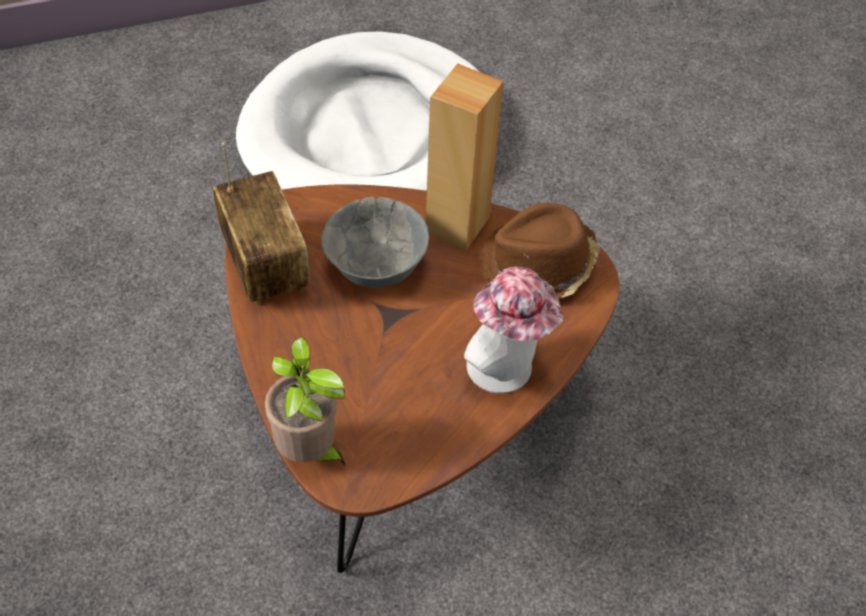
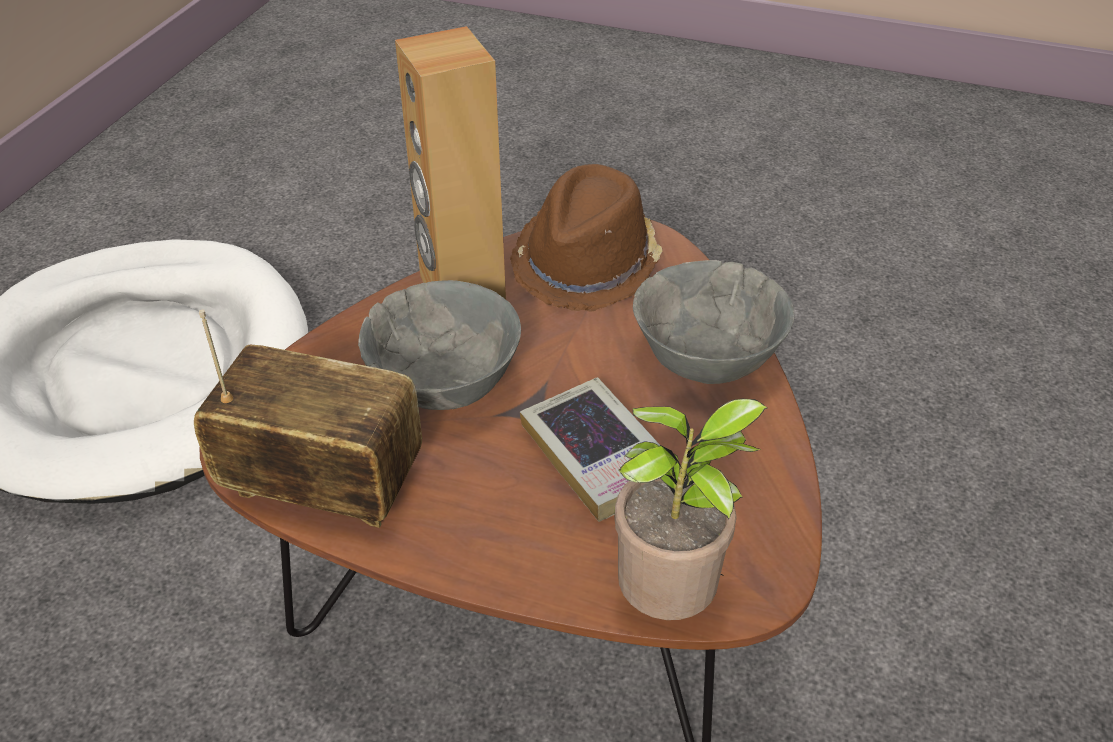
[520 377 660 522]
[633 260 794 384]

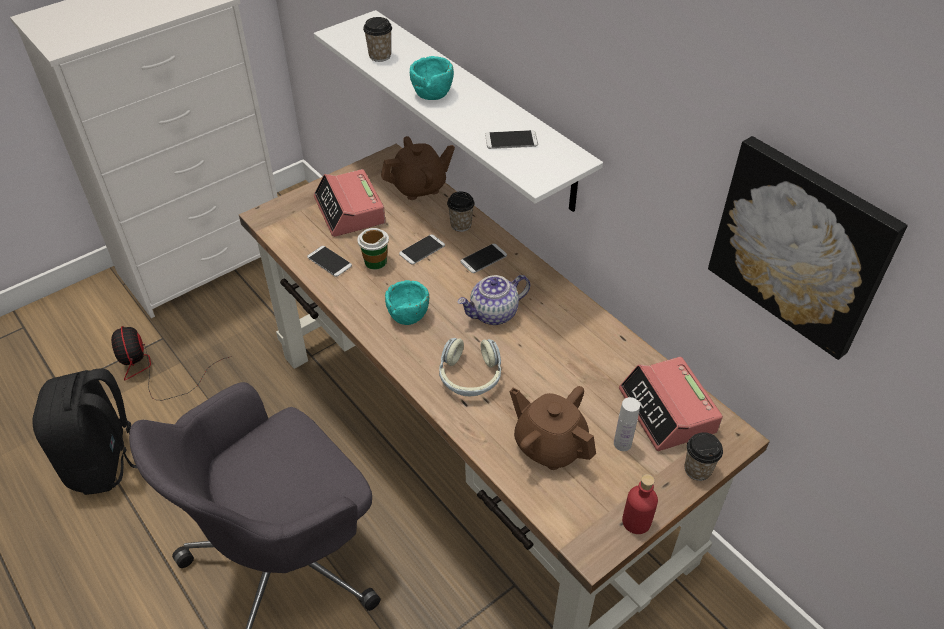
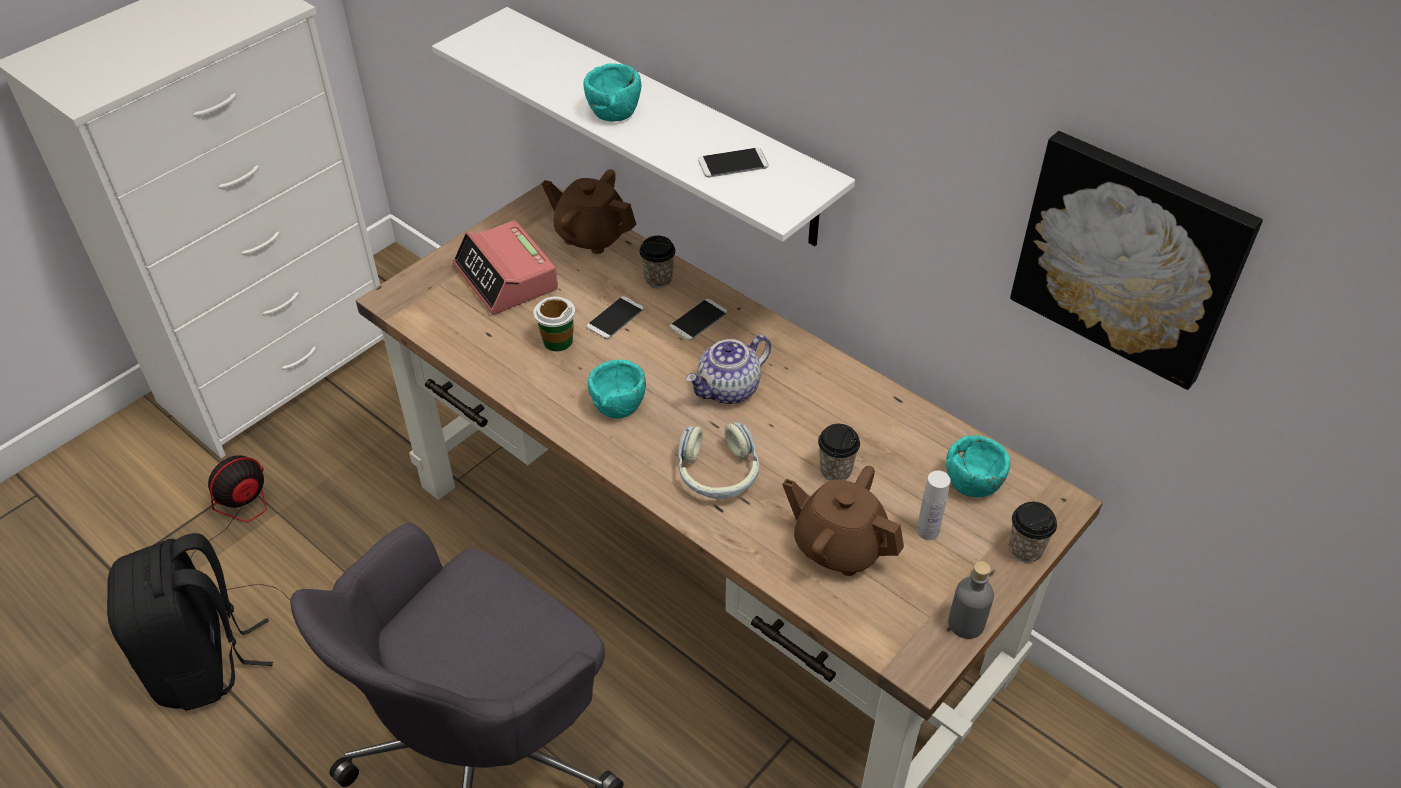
[191 455 290 600]
[541 169 637 254]
[818 424 860 481]
[946 435 1010 498]
[948 561 994 639]
[307 246 352 277] (first image)

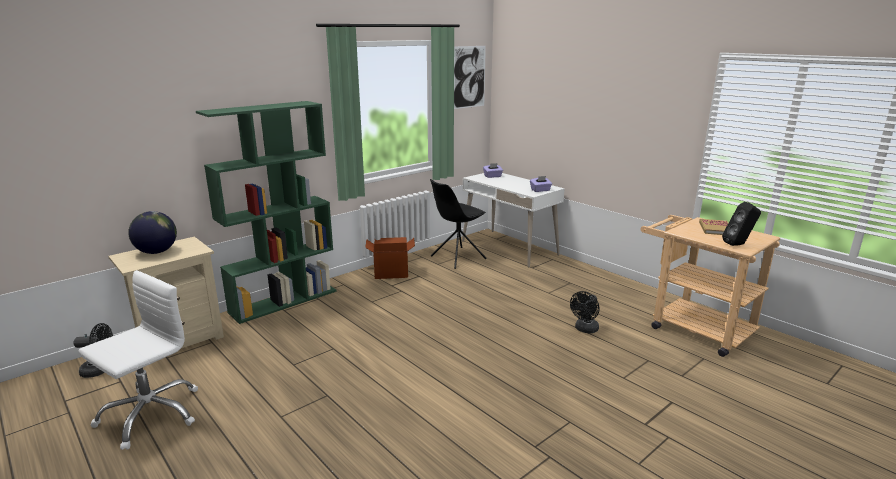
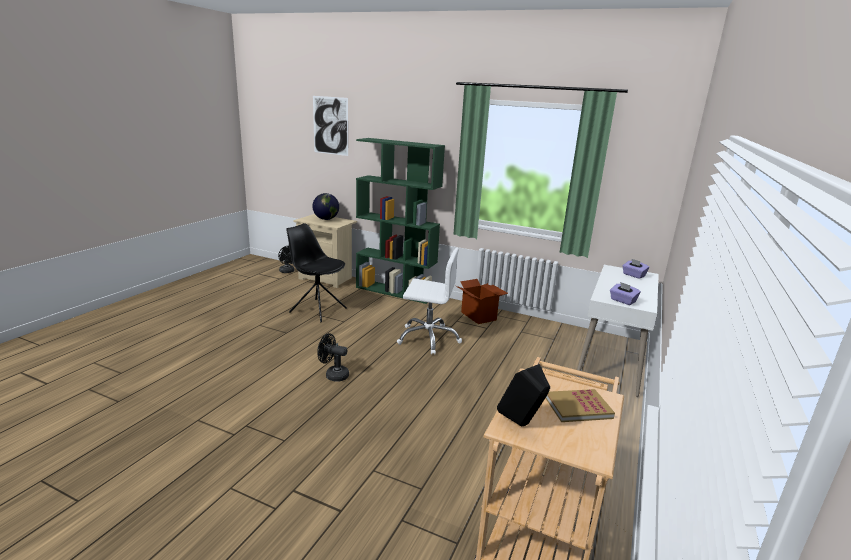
[287 223 347 322]
[313 96 348 156]
[318 333 349 382]
[397 248 462 355]

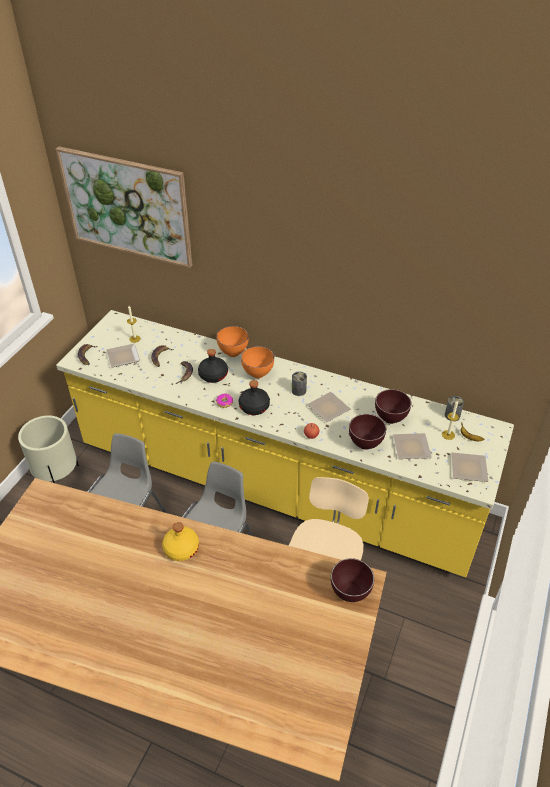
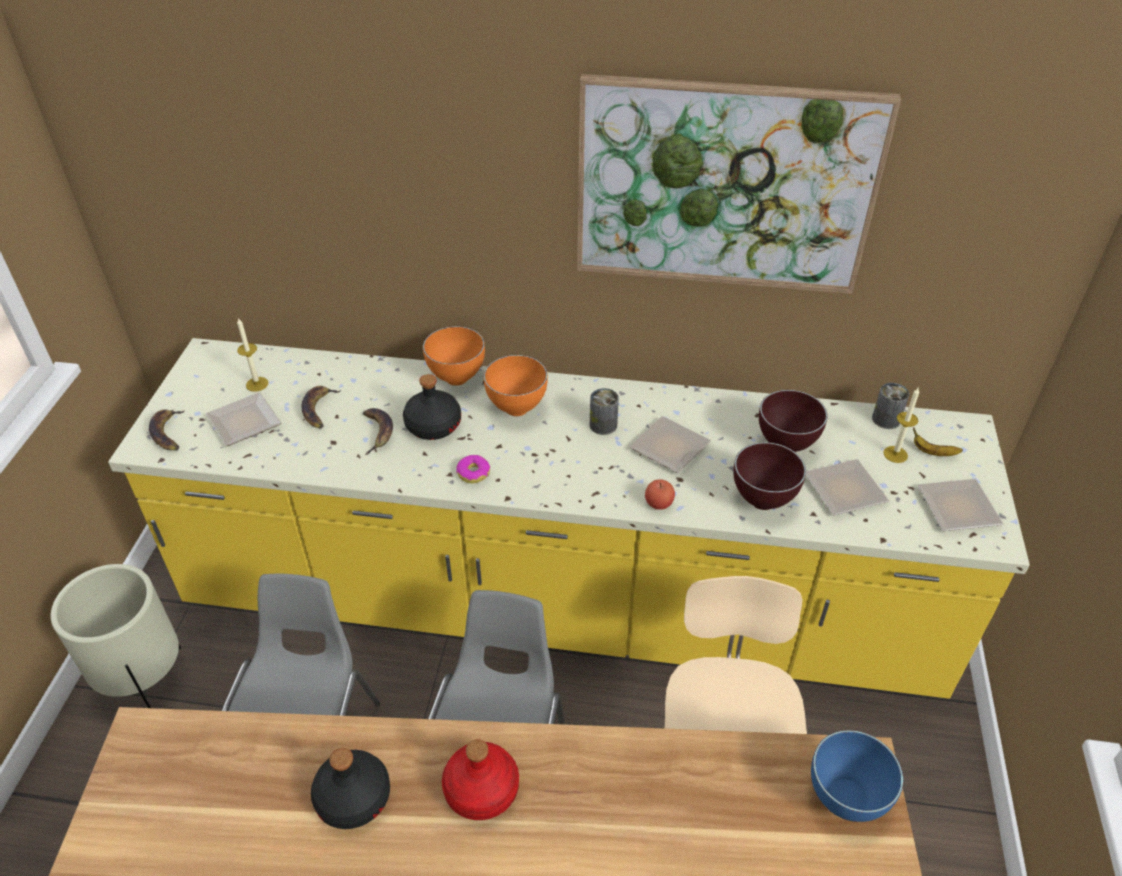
[311 748 390 829]
[442 739 519 820]
[577 74 901 294]
[811 730 903 822]

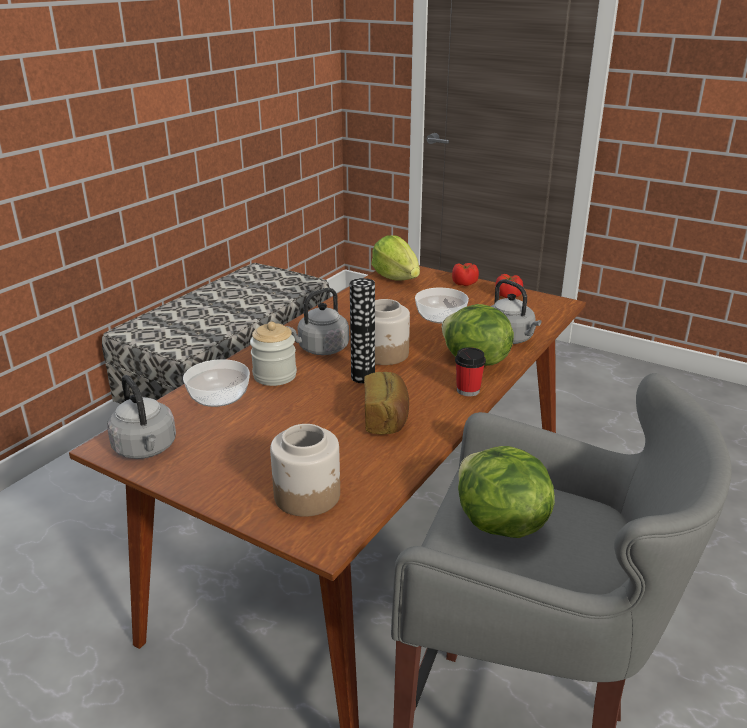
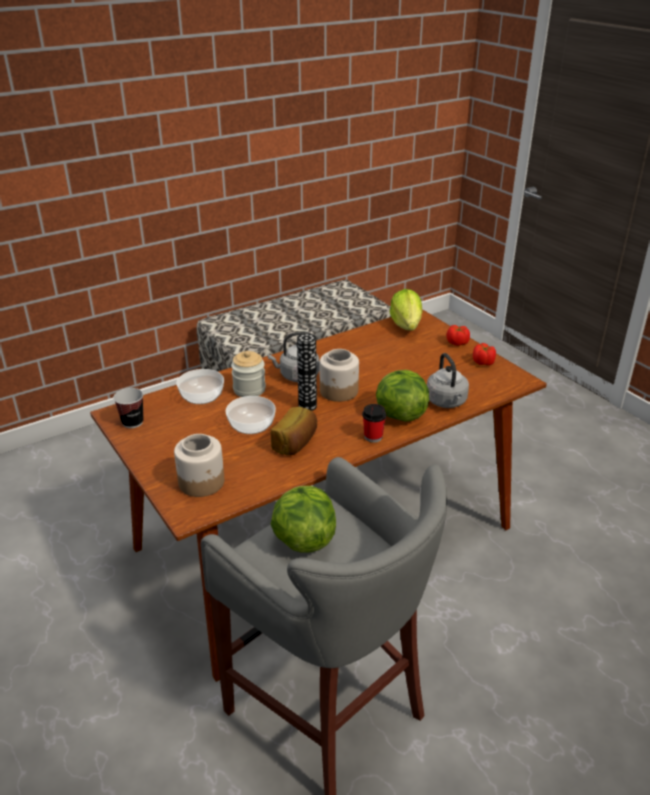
[113 388 143 428]
[225 396 276 434]

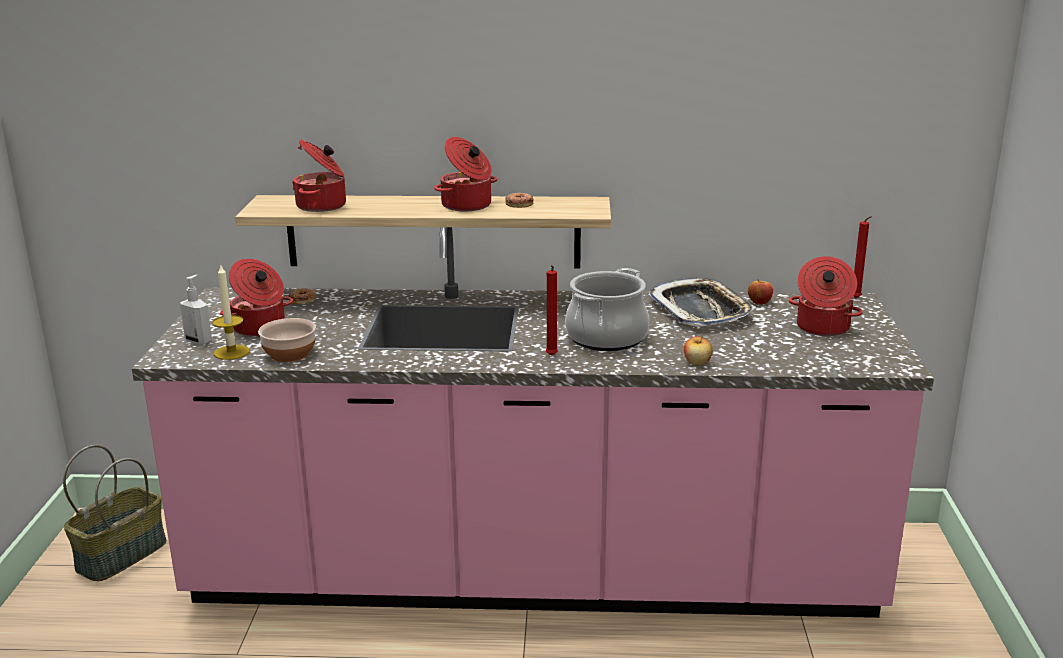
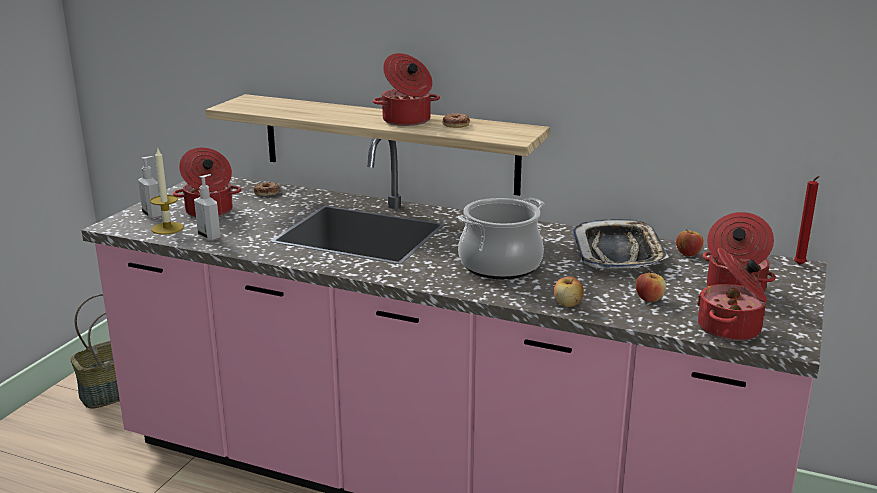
[194 174 221 241]
[636 270 666 302]
[697 248 767 341]
[546 265 558 356] (first image)

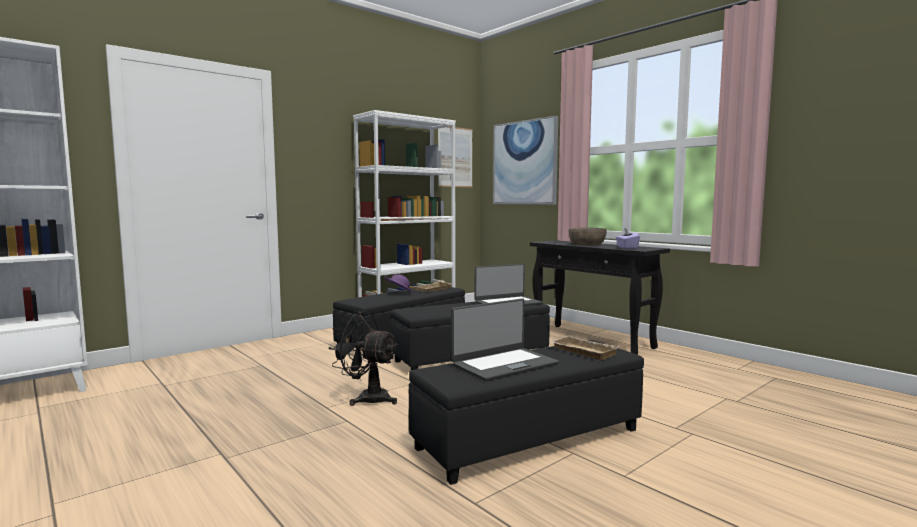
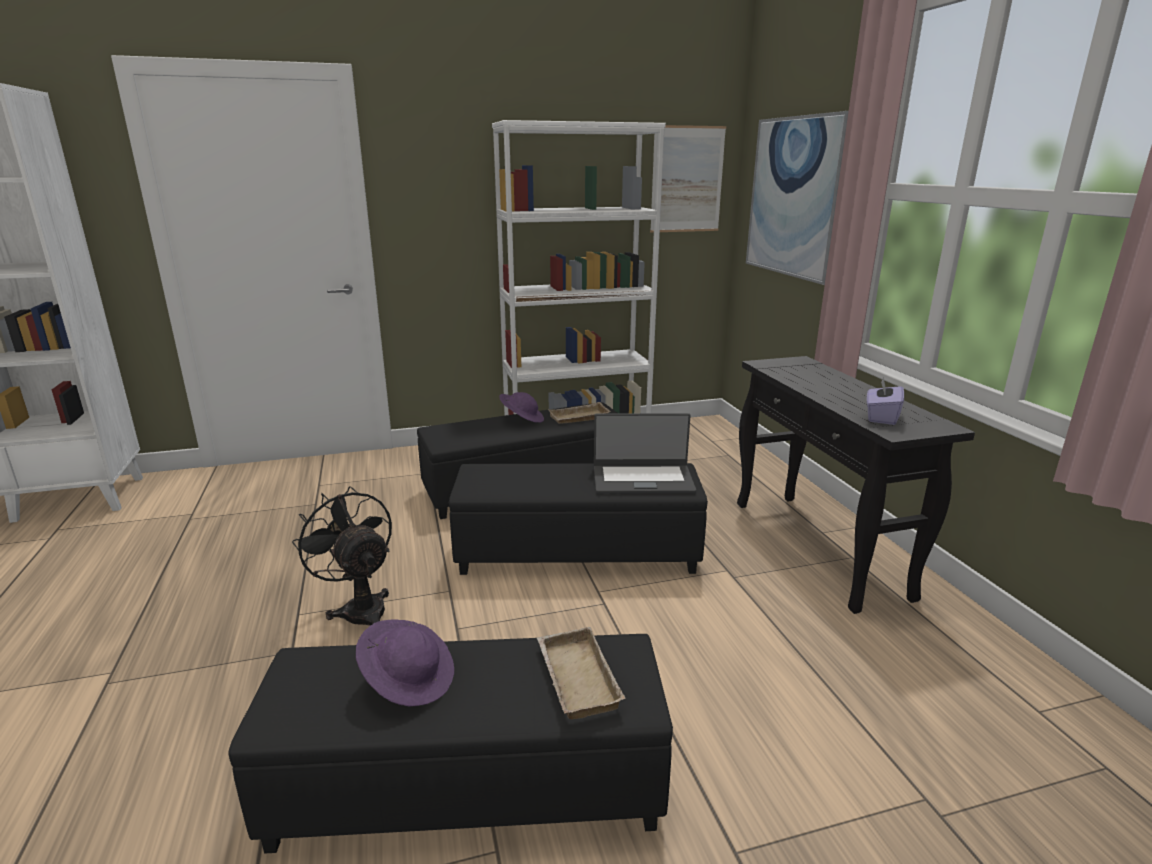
[356 619 454 706]
[569 227 607 245] (first image)

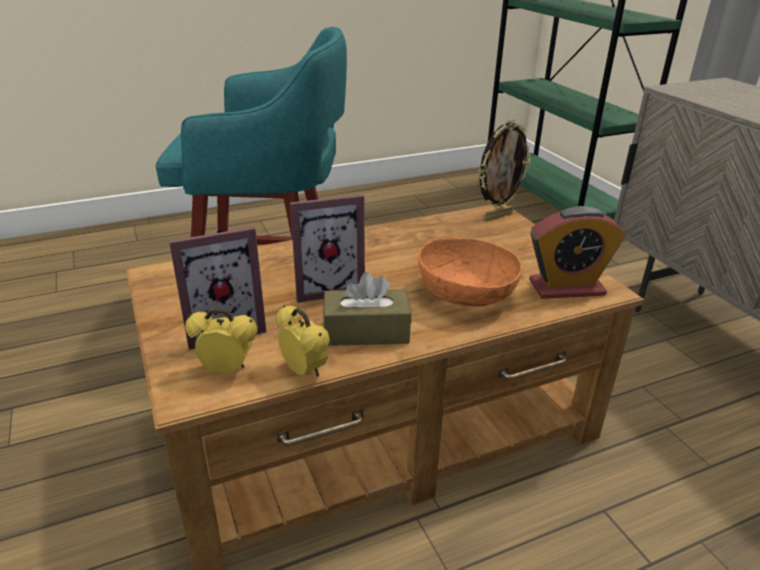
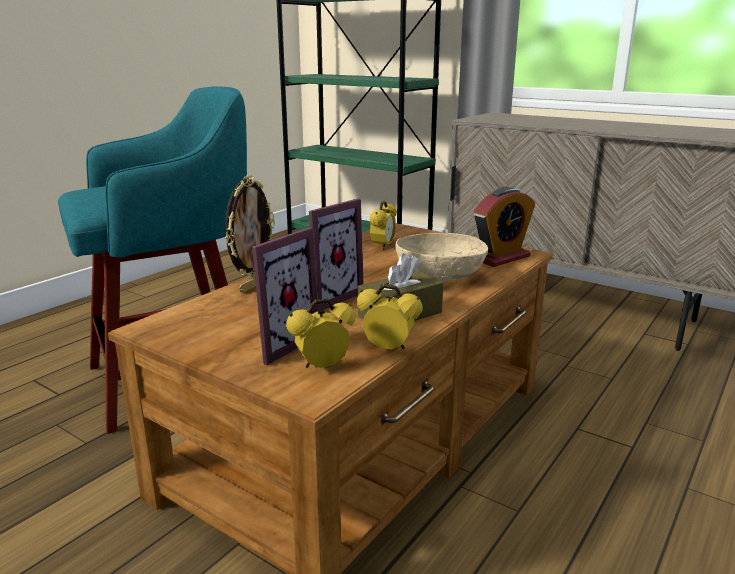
[225 175 275 293]
[370 200 397 250]
[395 233 488 282]

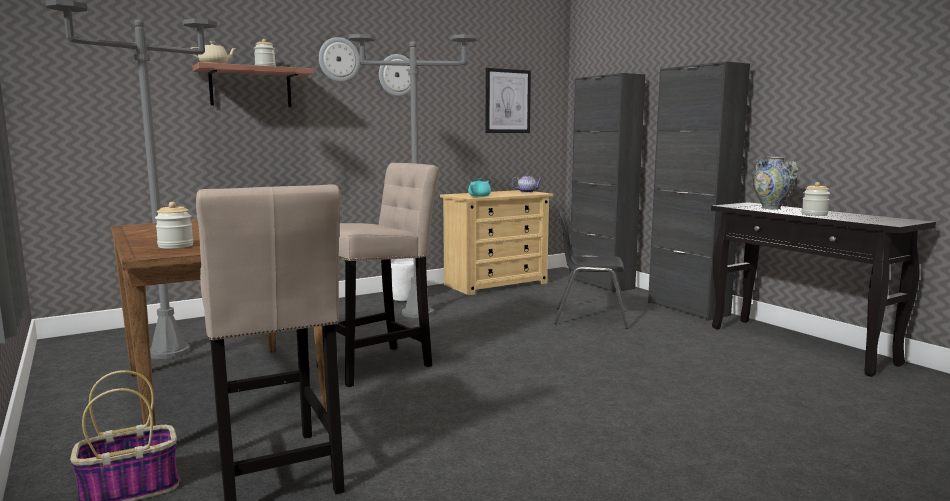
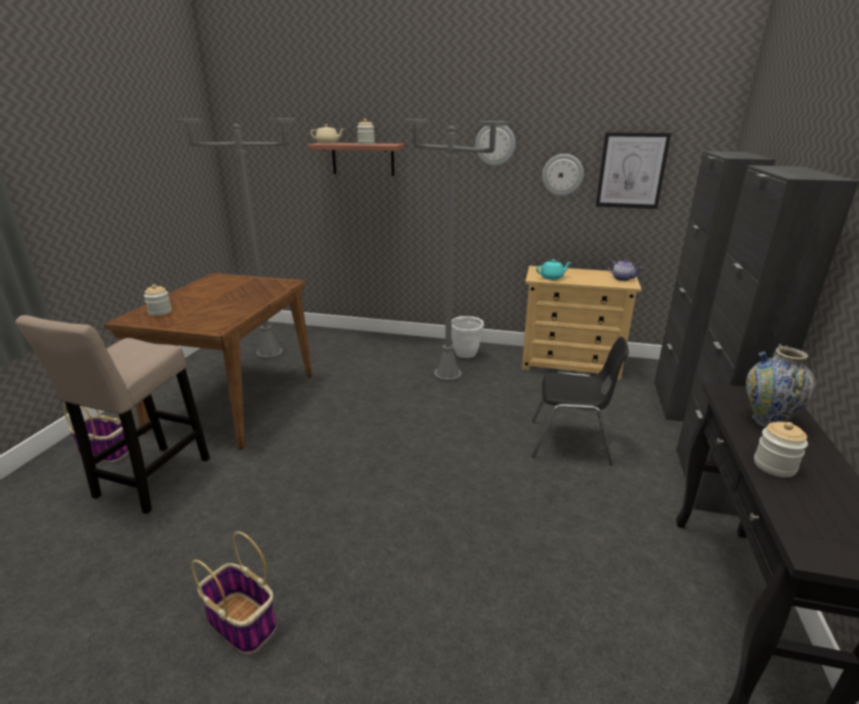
[191 531 277 654]
[531 337 629 465]
[542 154 584 196]
[317 163 439 387] (first image)

